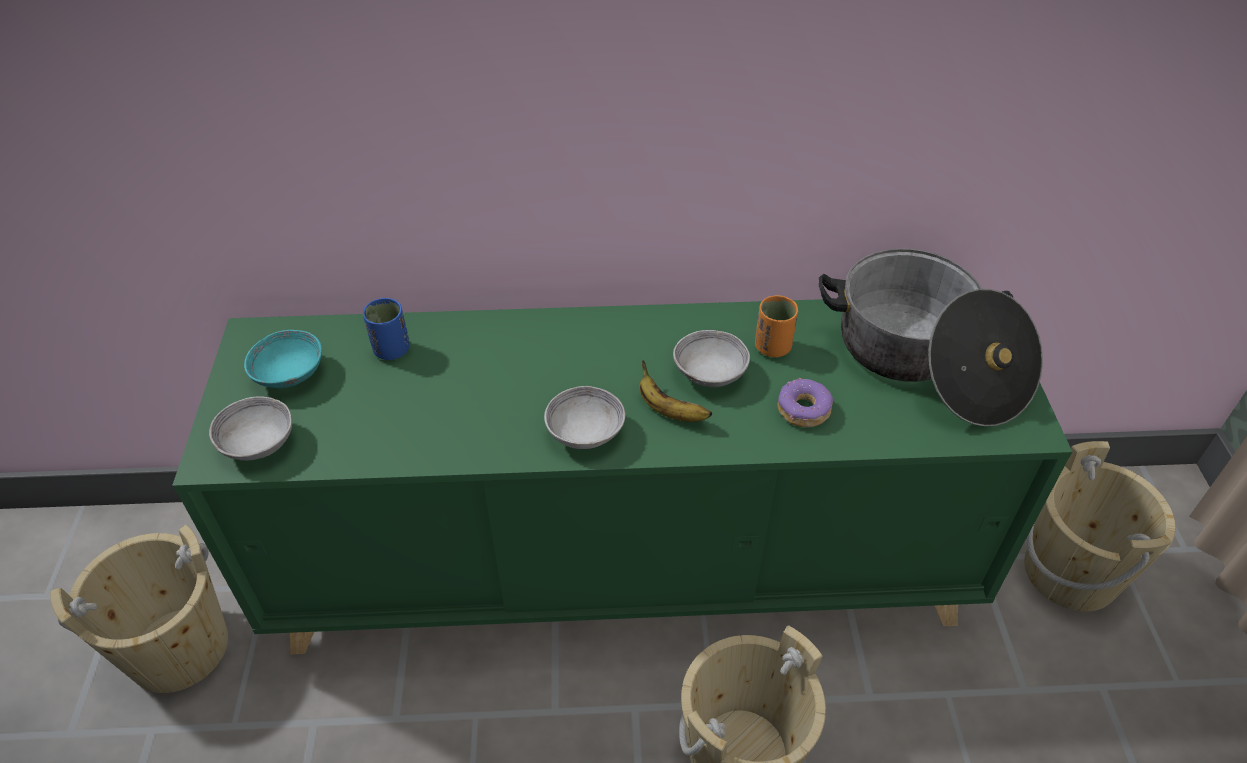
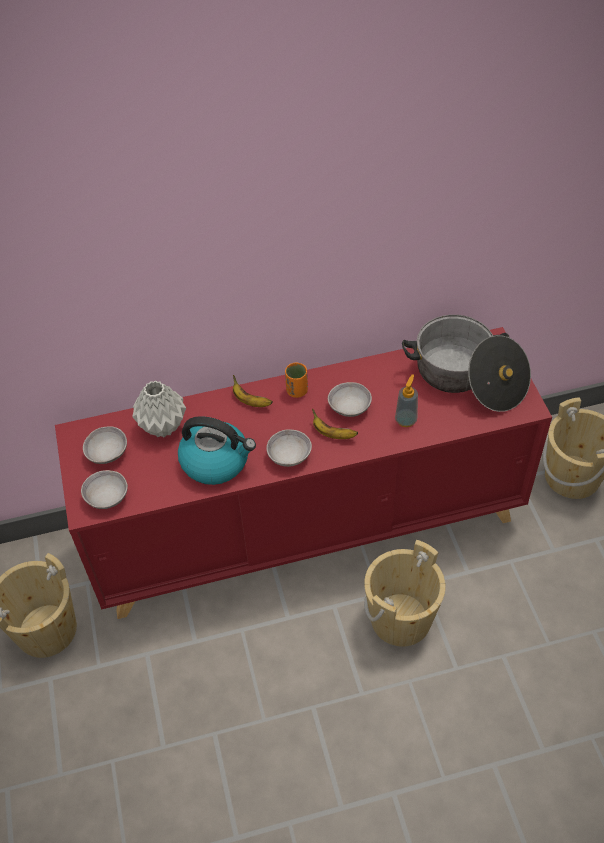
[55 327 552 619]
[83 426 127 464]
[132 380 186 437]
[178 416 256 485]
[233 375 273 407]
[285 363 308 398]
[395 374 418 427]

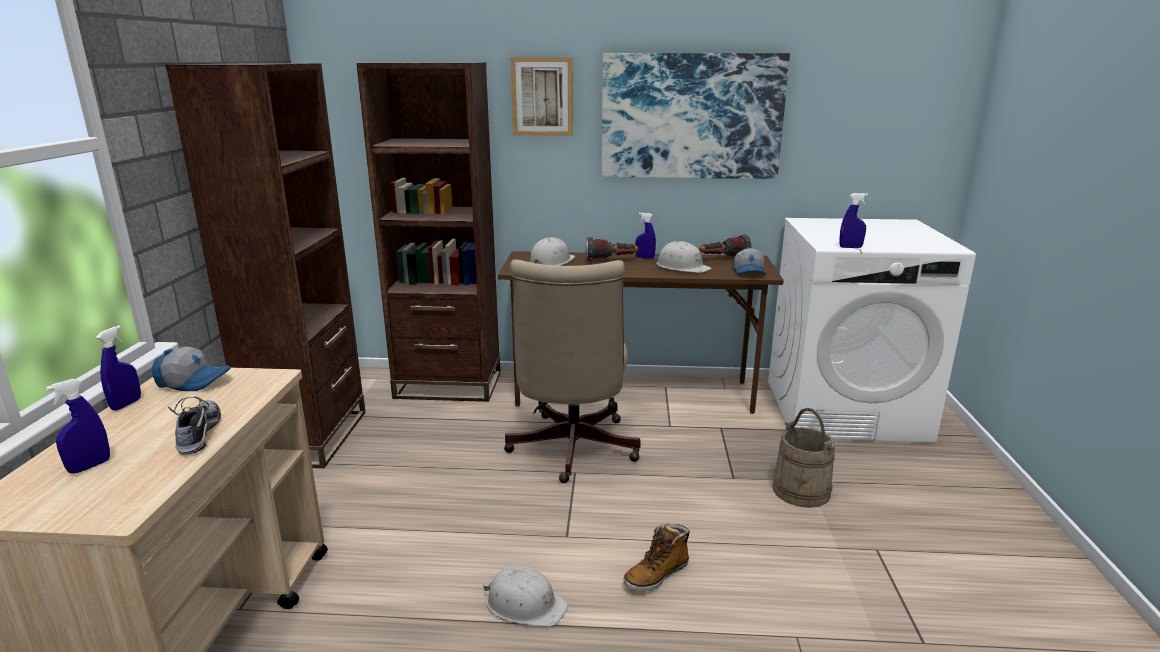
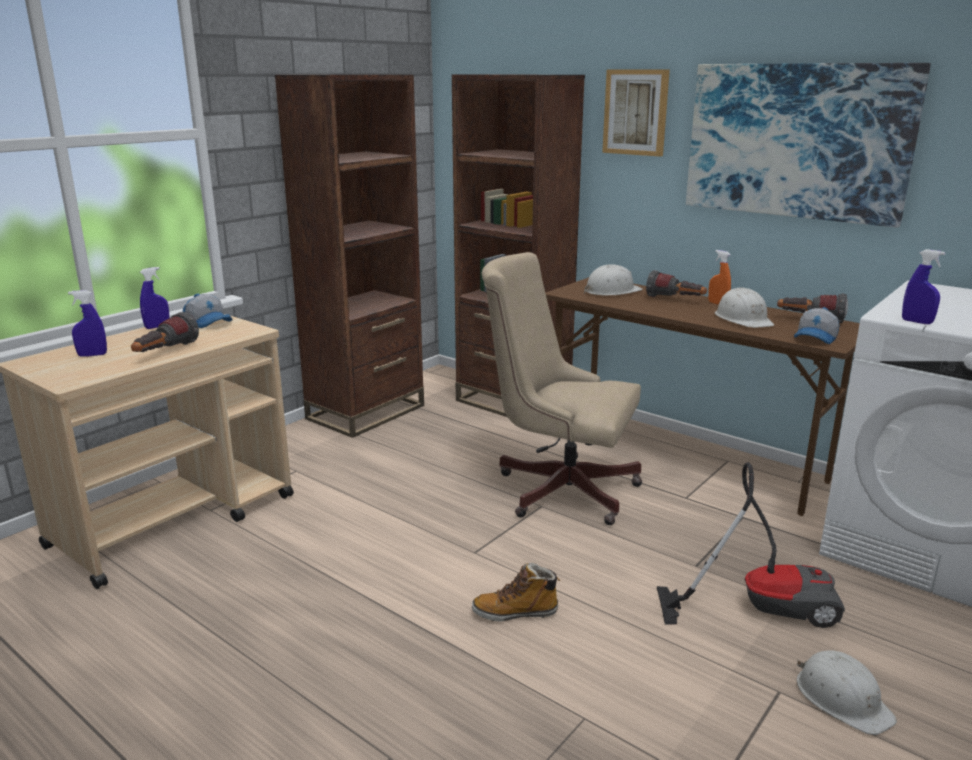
[131 312 199 352]
[482 252 642 525]
[657 462 845 628]
[708 250 731 305]
[797 650 897 735]

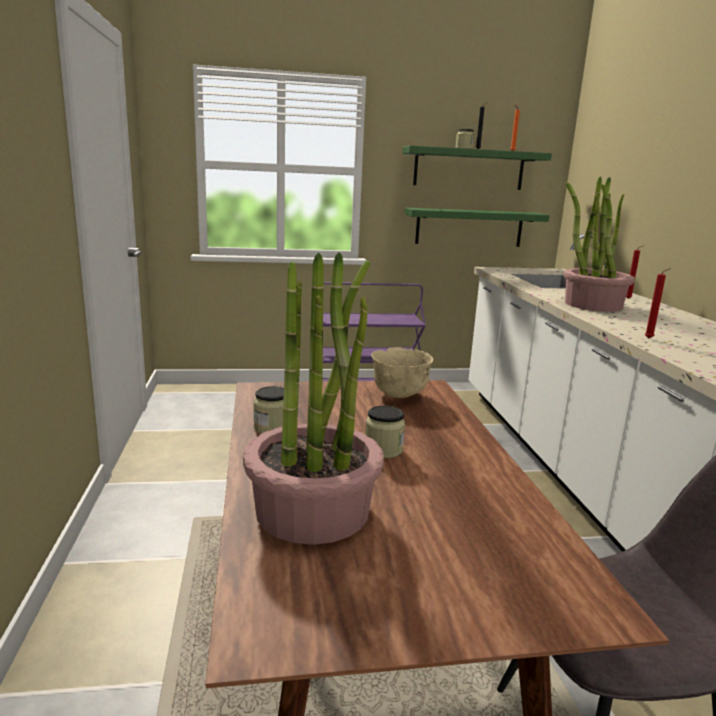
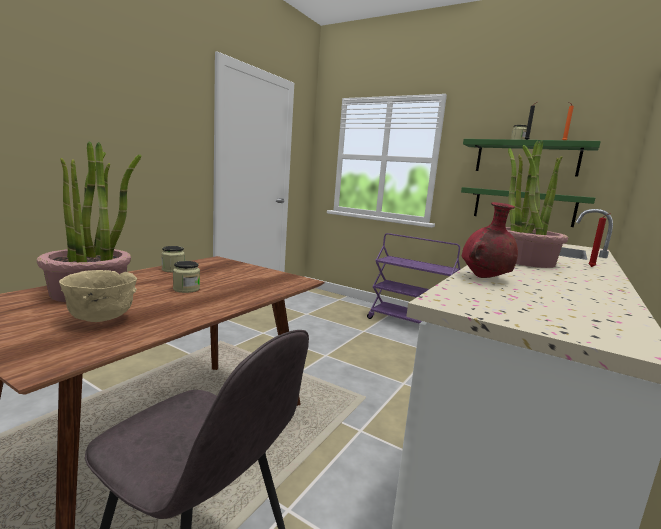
[59 270 137 322]
[462 202 518 278]

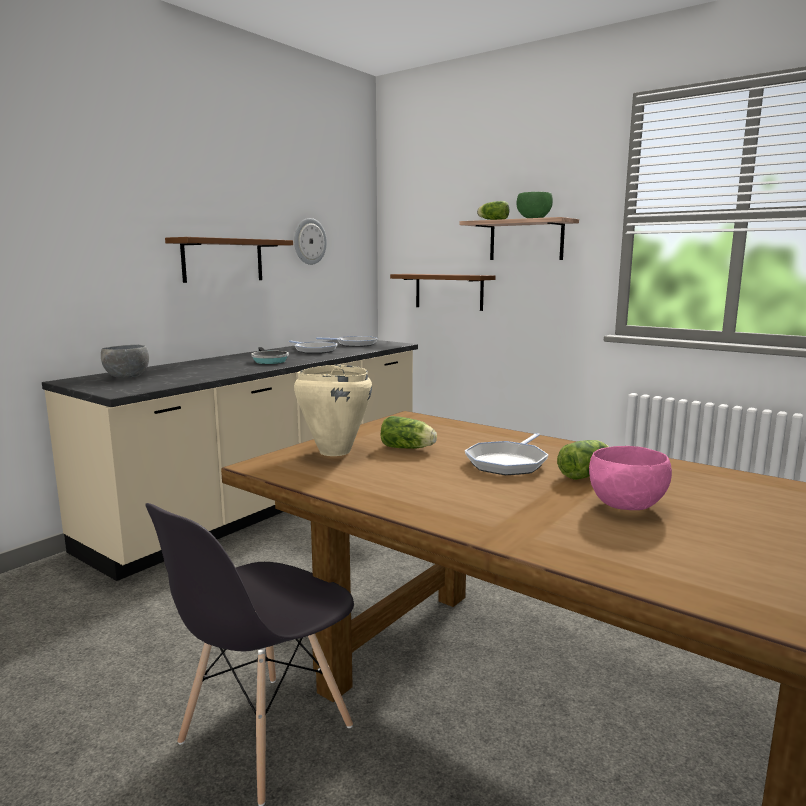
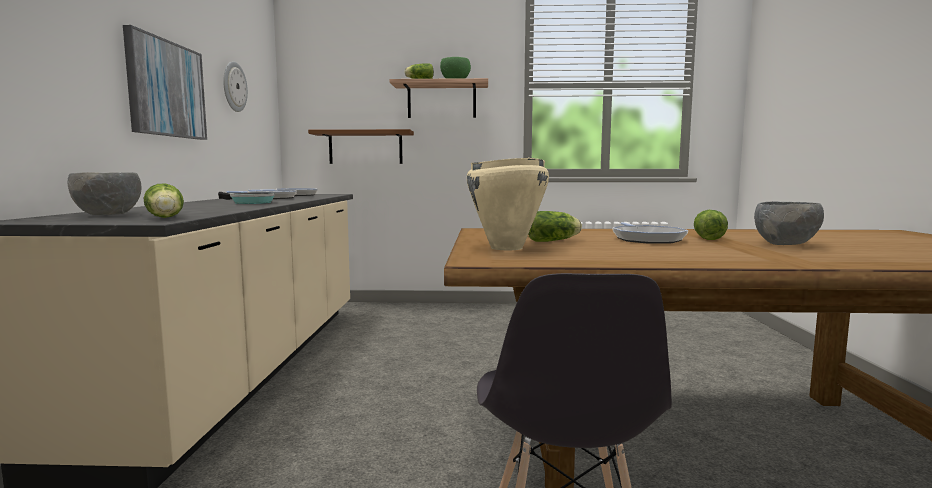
[123 25 207 140]
[144 184 184 218]
[754 201 824 245]

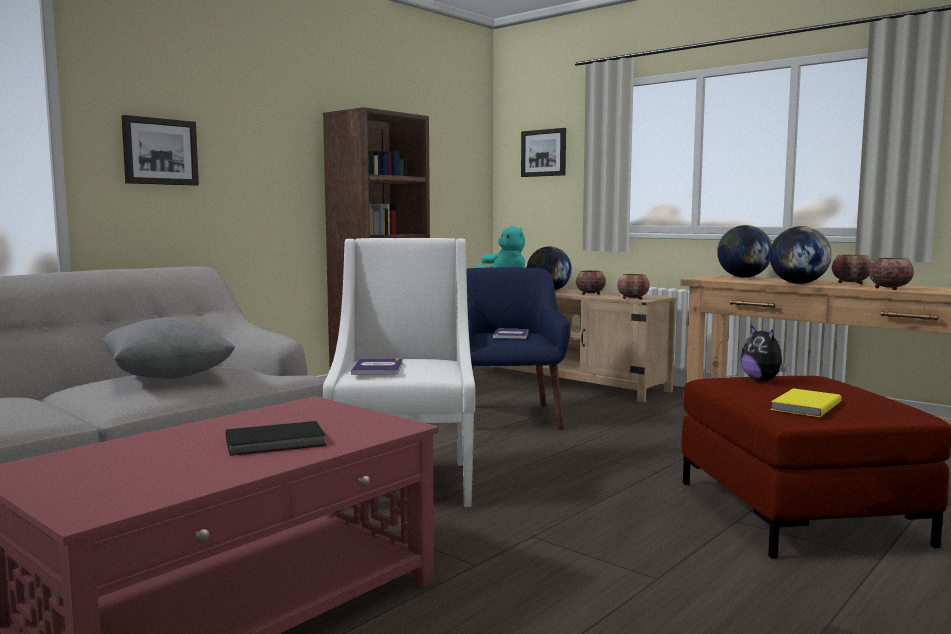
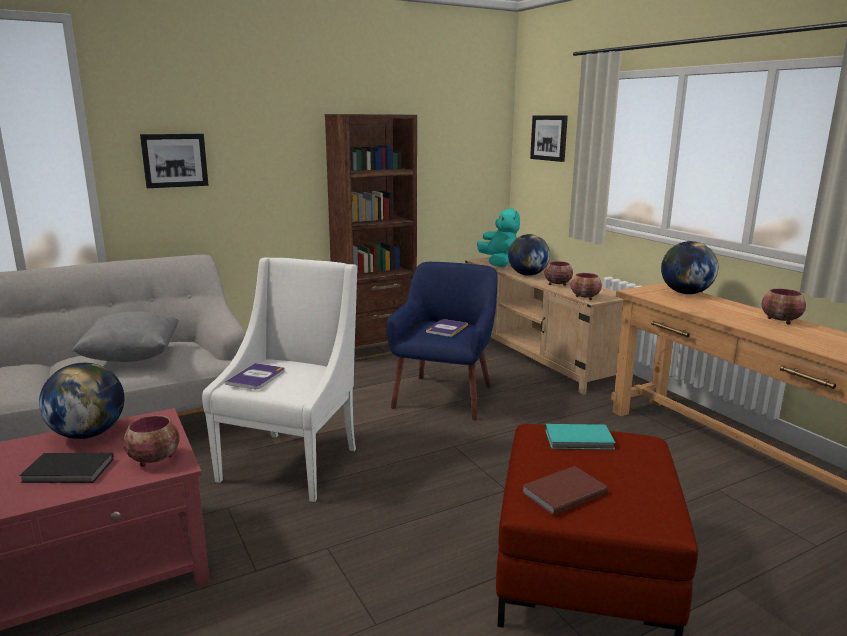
[39 363 125 439]
[123 415 180 467]
[522 466 608 515]
[545 424 615 450]

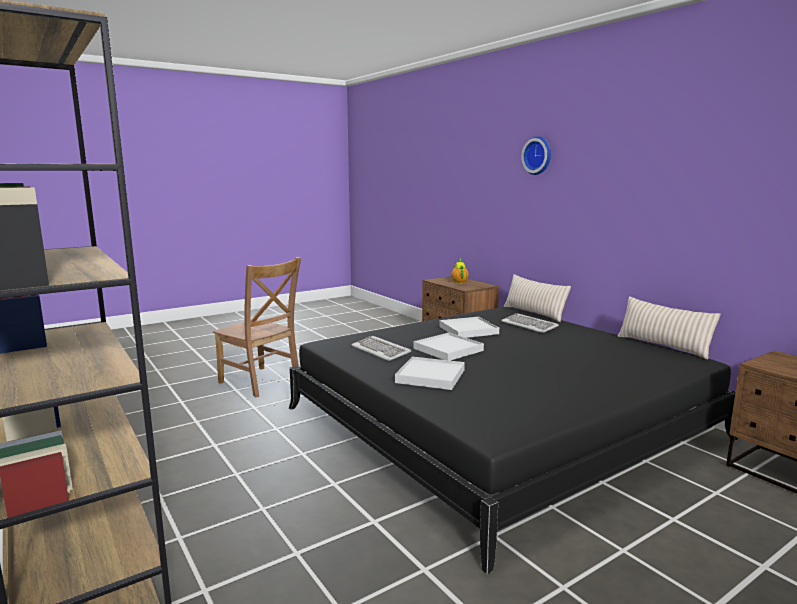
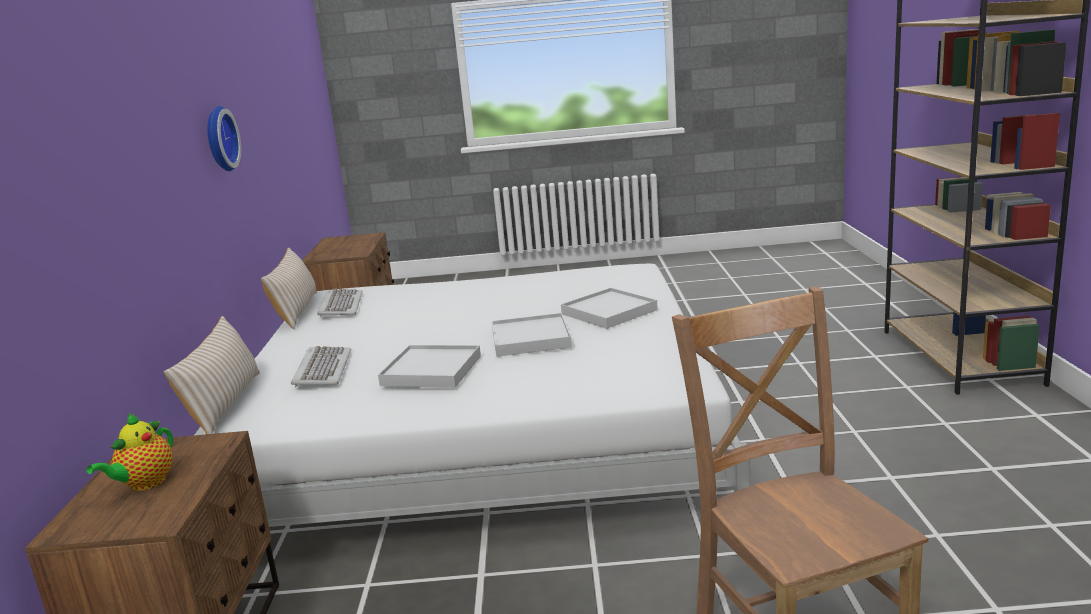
[195 264 750 527]
[207 106 241 171]
[317 288 363 318]

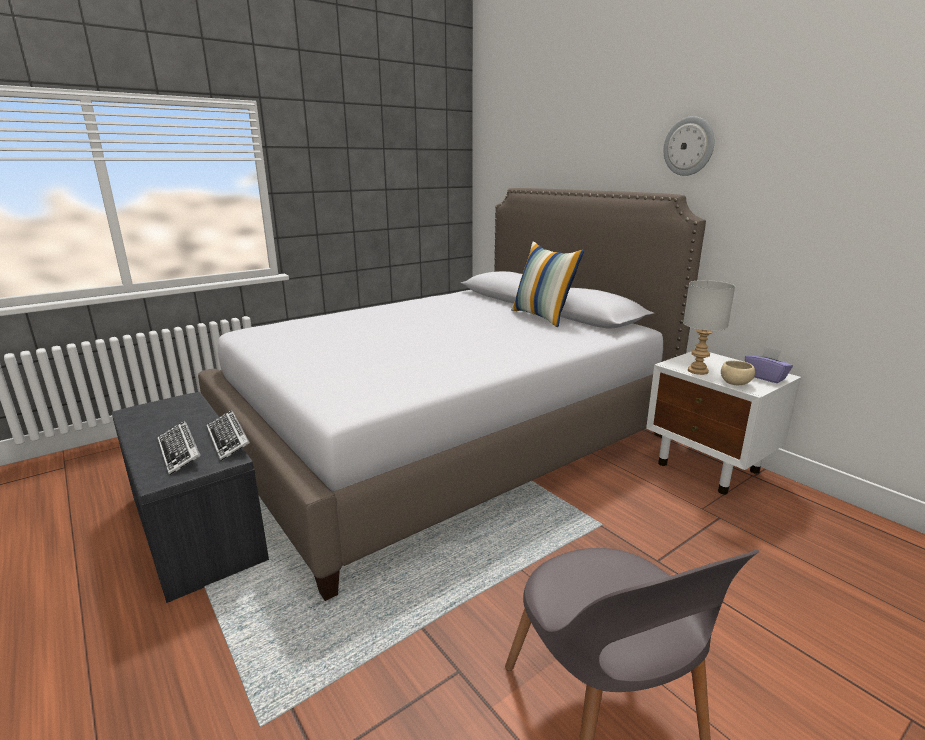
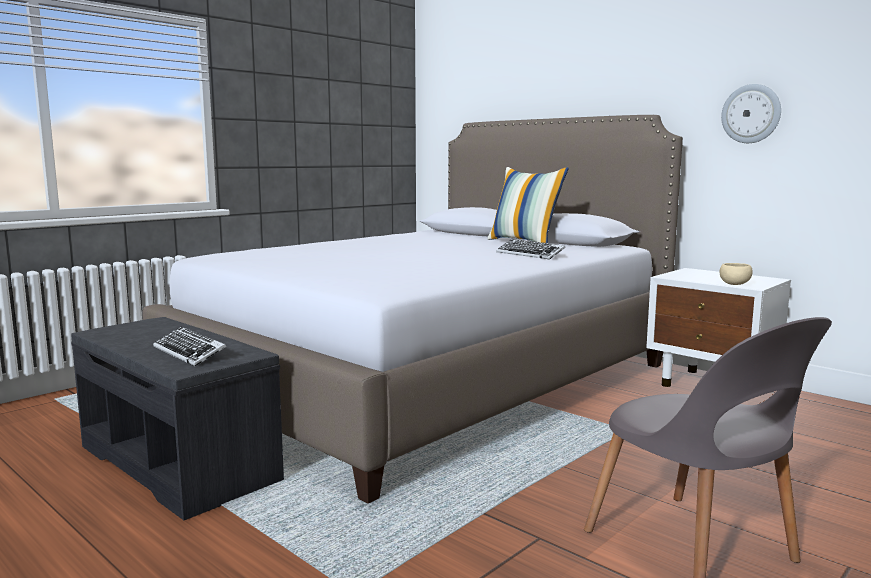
[496 239 565 259]
[721 84 781 143]
[683 280 735 375] (first image)
[745 347 793 383] (first image)

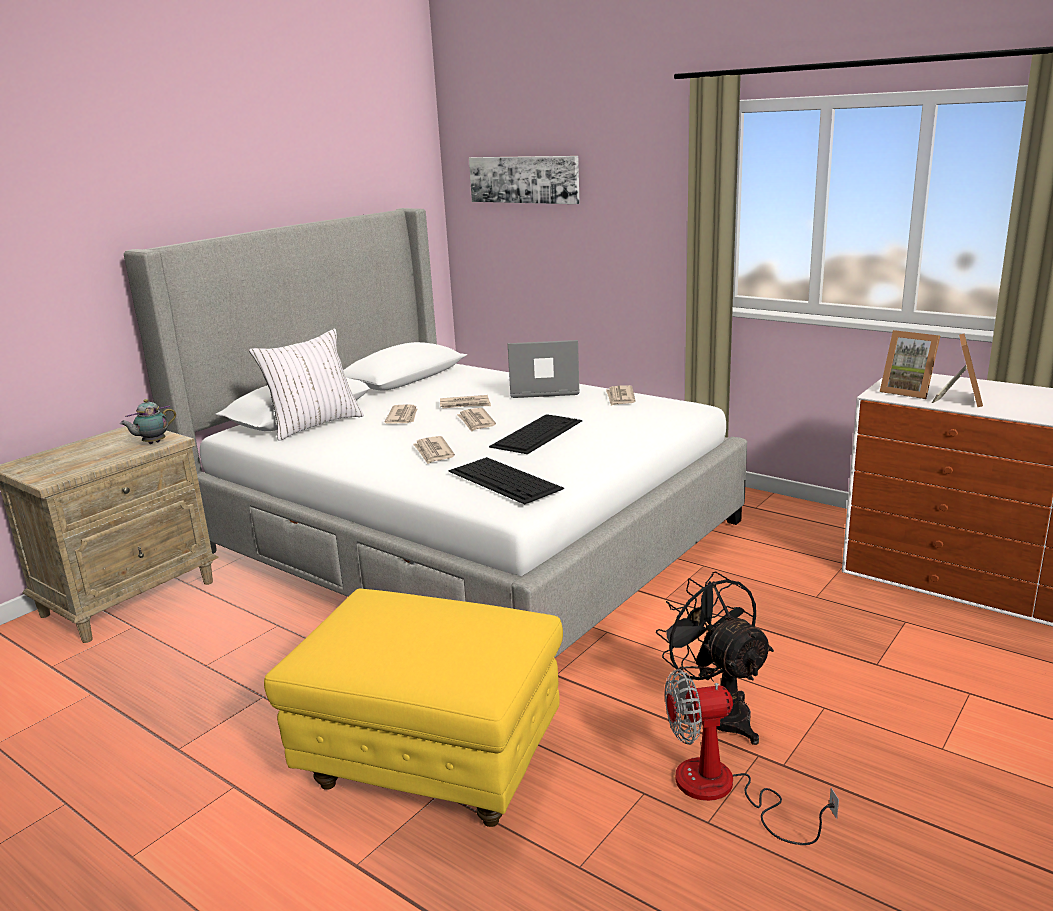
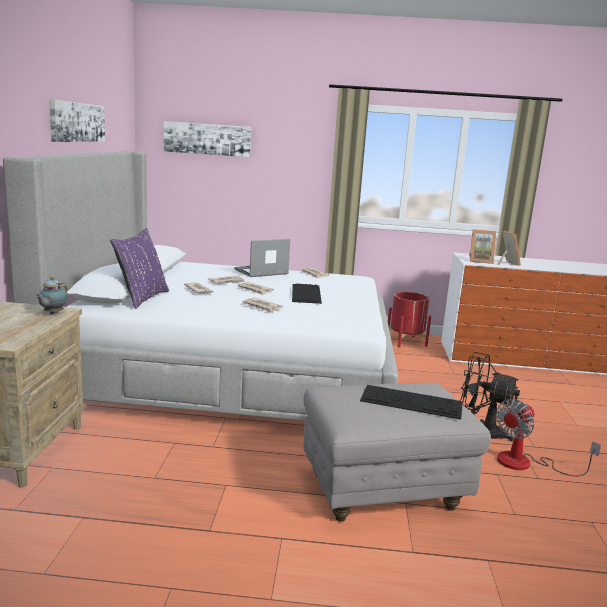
[49 99 105 142]
[110 228 169 309]
[304 383 491 522]
[360 385 463 419]
[388 292 431 348]

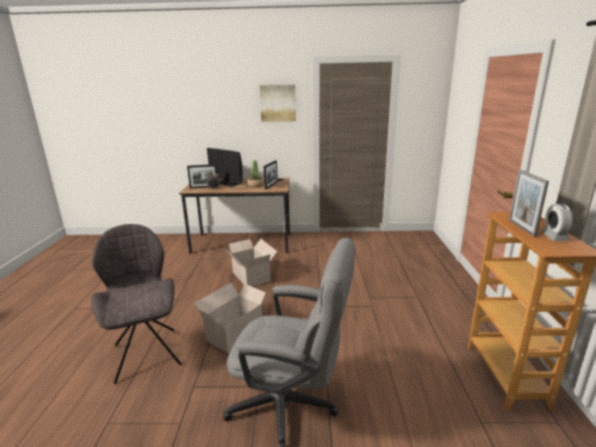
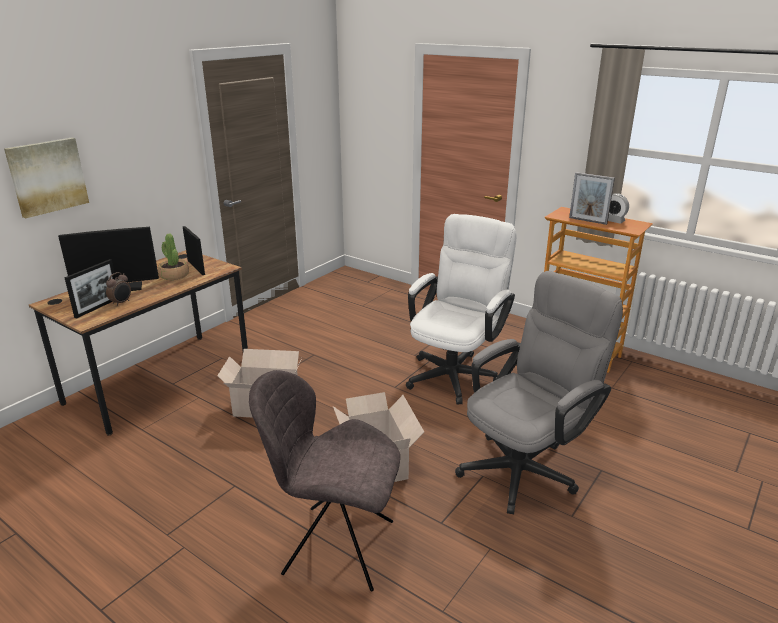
[4 138 89 218]
[406 214 516 405]

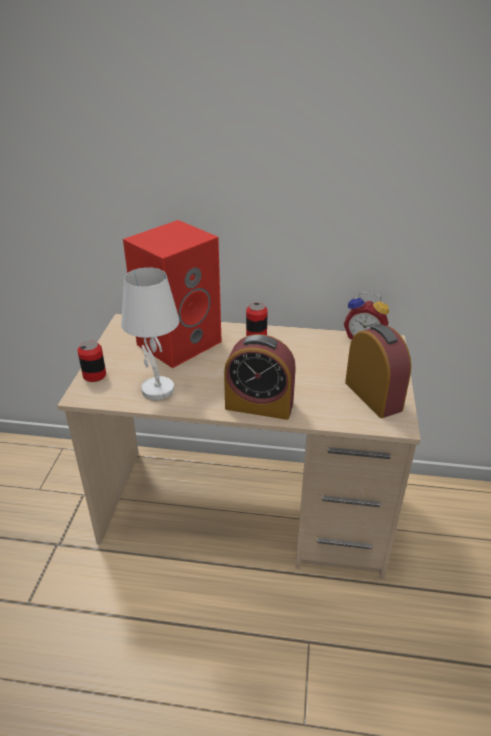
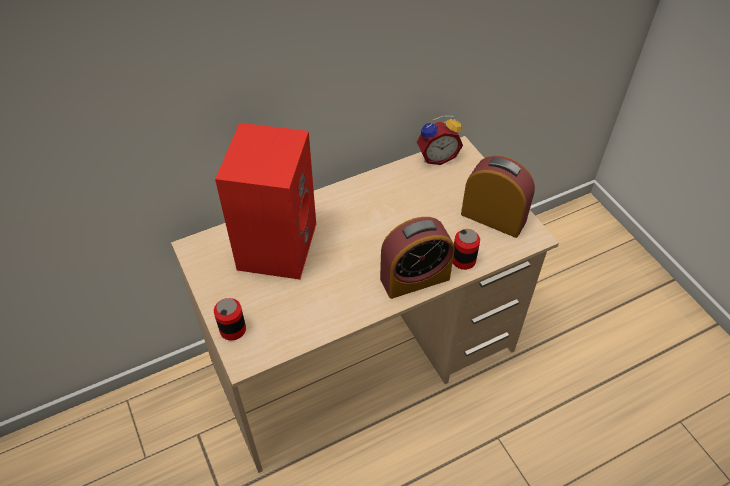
[453 229 480 270]
[121 267 179 400] (first image)

